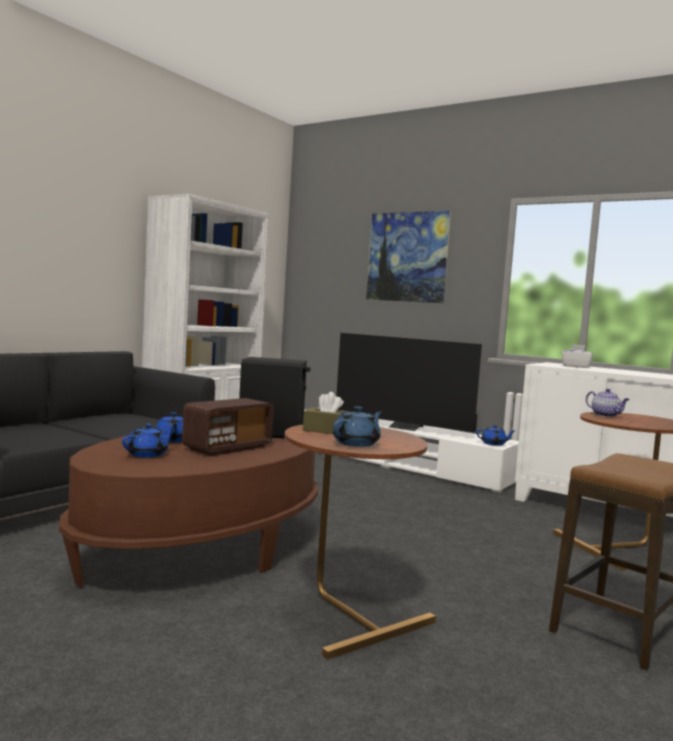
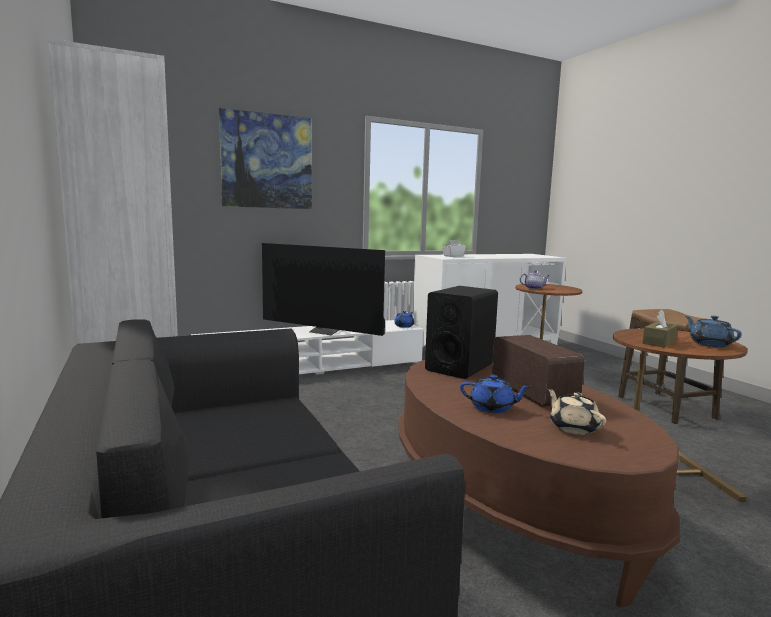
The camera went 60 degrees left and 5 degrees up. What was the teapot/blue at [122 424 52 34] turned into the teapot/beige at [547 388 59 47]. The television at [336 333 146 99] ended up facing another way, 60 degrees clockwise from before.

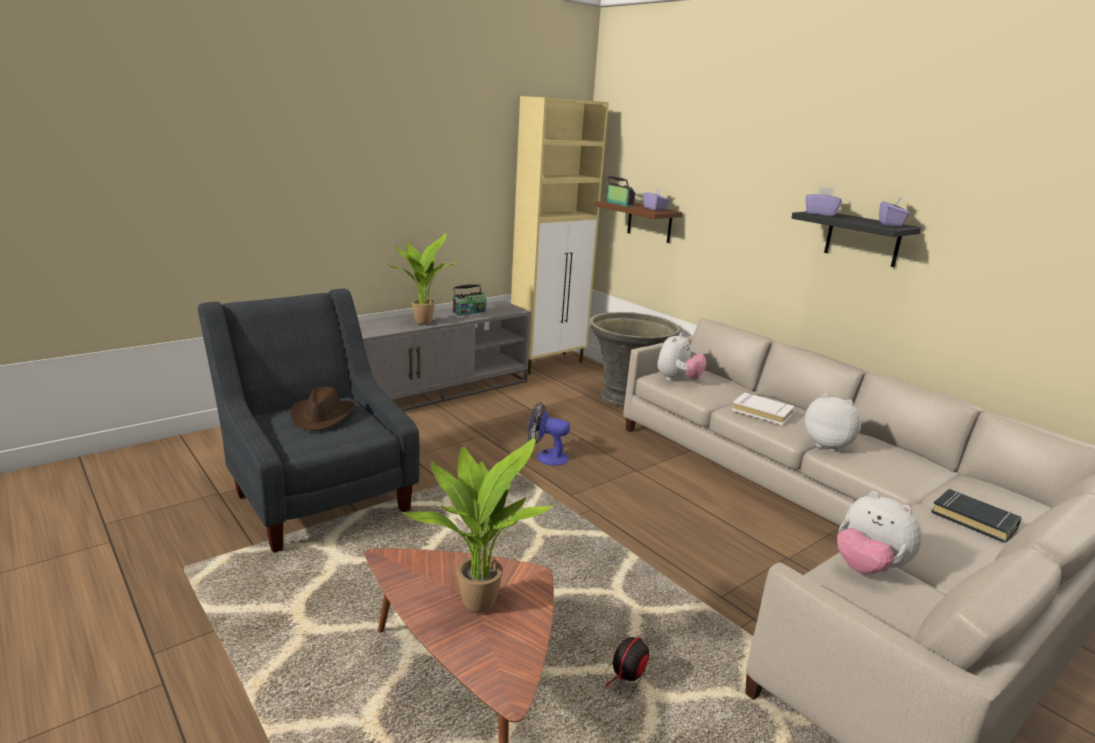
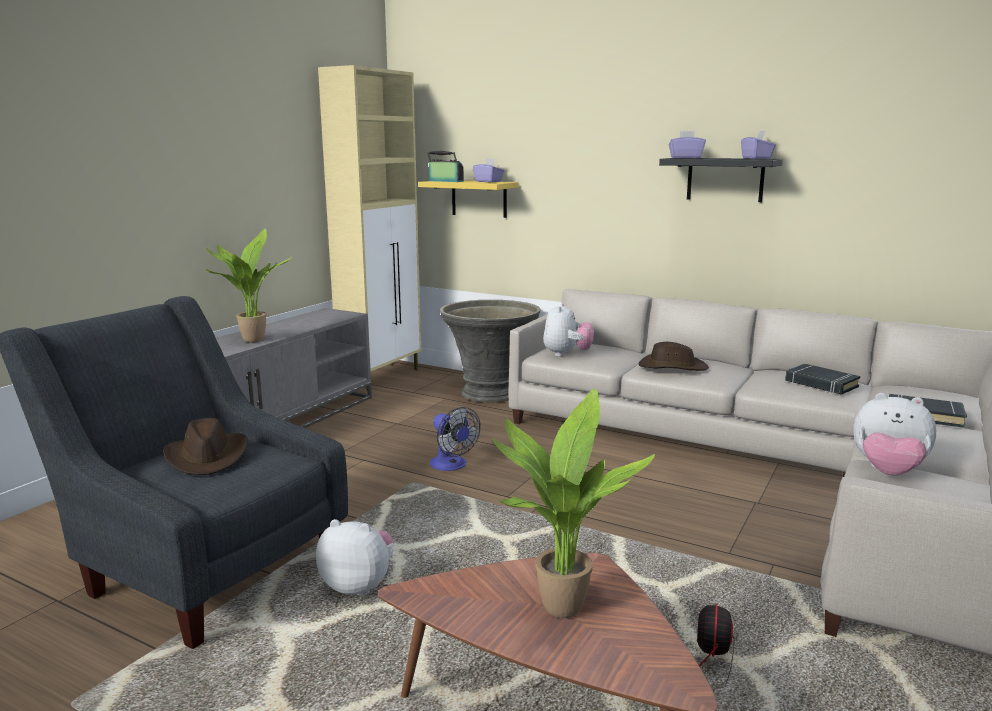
The camera went 20 degrees left and 5 degrees down. The second view lost the radio at [453 284 33 32]. The fan at [528 402 42 64] ended up facing another way, 120 degrees counterclockwise from before. What was the shelf/brown at [596 201 87 42] turned into the shelf/yellow at [418 181 100 37]. Where the book/white stood at [732 392 62 33], the hat/brown came to stand at [638 342 71 29]. The plush toy ended up elsewhere, having gone from [804 393 57 59] to [316 519 78 77]. The second view gained the book/black at [785 363 75 32].

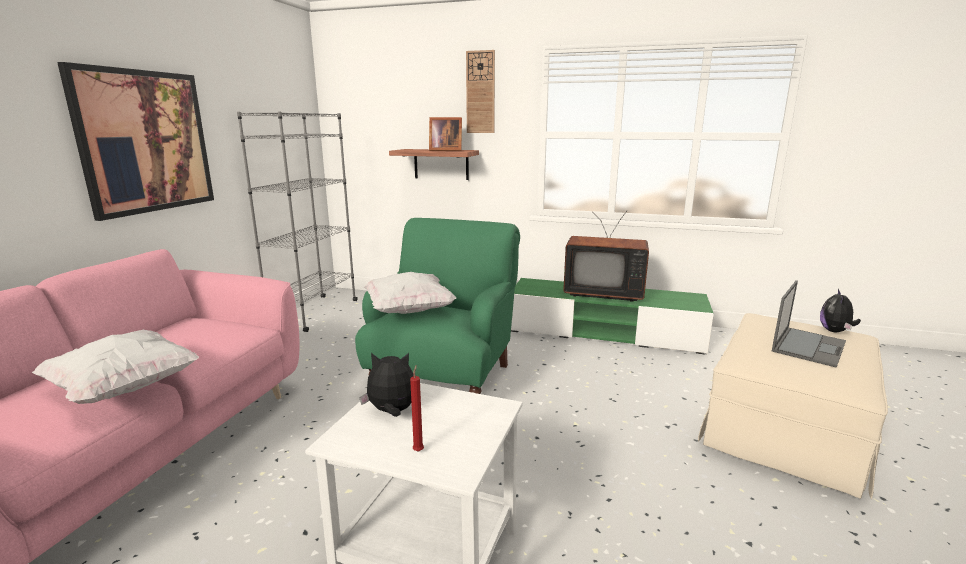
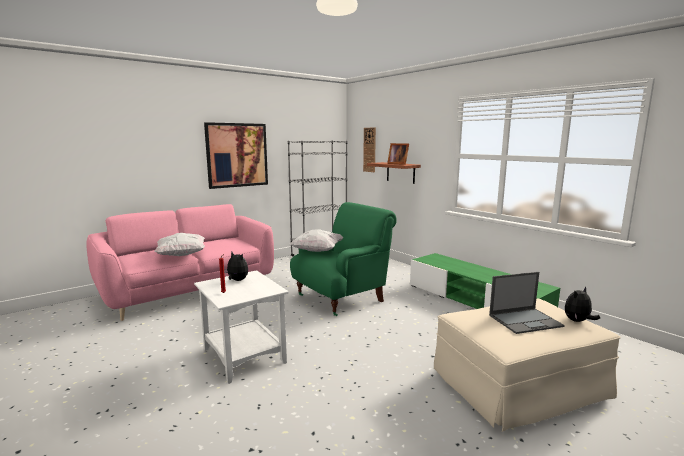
The camera went 35 degrees right and 5 degrees down. The wall clock ended up elsewhere, having gone from [466 50 29 83] to [363 127 13 45]. The second view lost the television at [563 210 86 92].

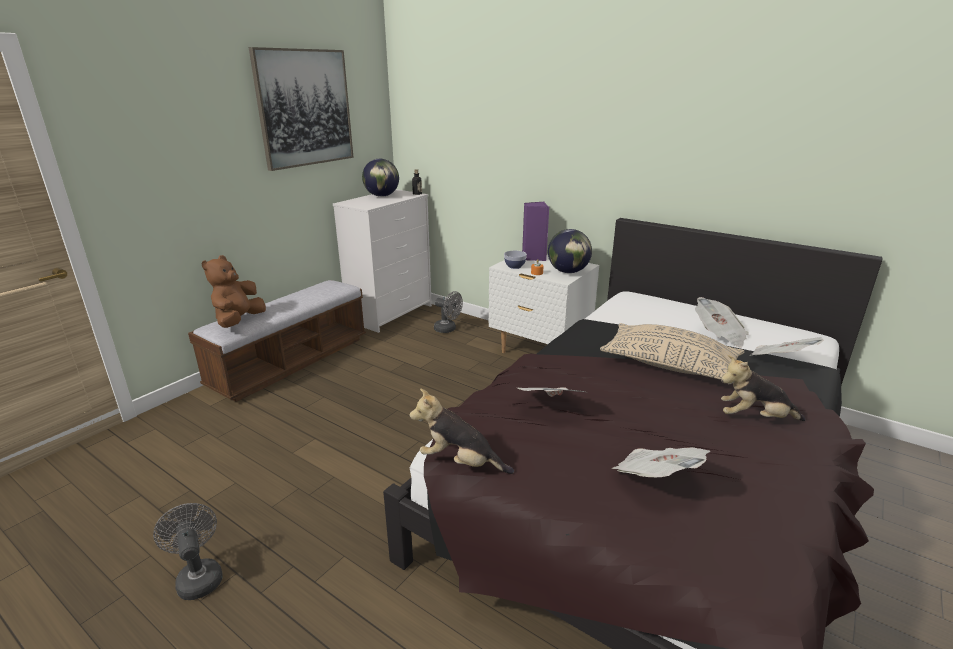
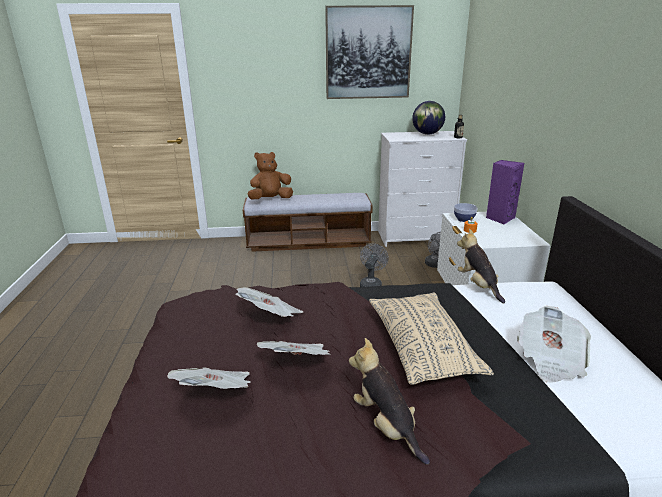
The camera went 50 degrees right and 0 degrees up. The fan/grey ended up elsewhere, having gone from [153 503 70 97] to [360 243 29 44]. The plush toy ended up elsewhere, having gone from [410 388 104 86] to [457 229 48 74]. The second view lost the globe at [548 229 44 44]. The newspaper ended up elsewhere, having gone from [749 337 75 19] to [257 341 74 14].

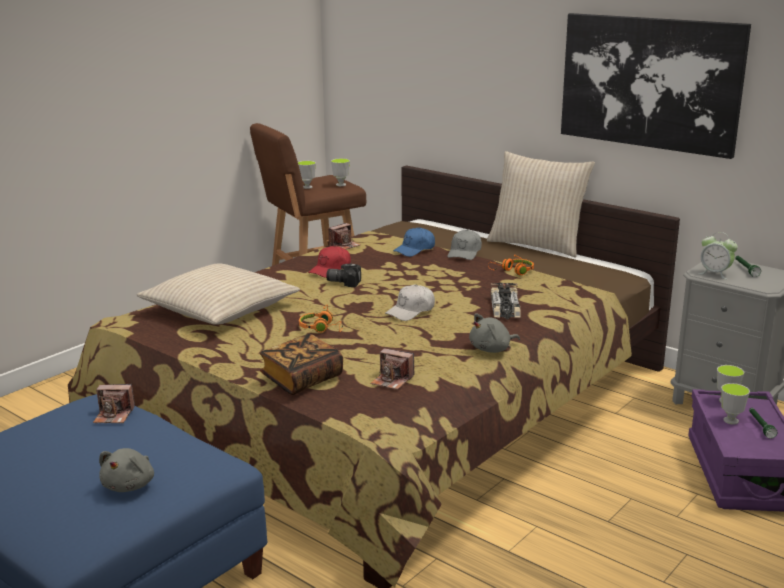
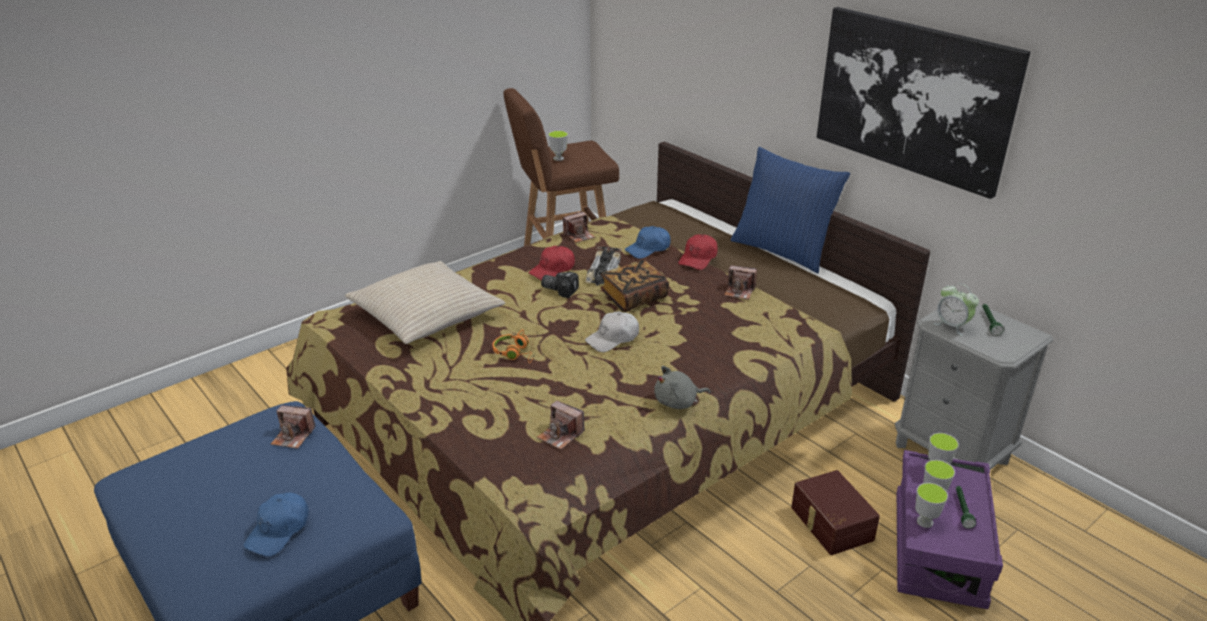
The camera went 10 degrees right and 10 degrees up. Where the plush toy/grey stood at [99 448 55 44], the cap/blue came to stand at [244 493 65 63]. The book ended up elsewhere, having gone from [259 334 84 61] to [600 260 69 52]. The cup ended up elsewhere, having gone from [331 158 19 28] to [915 483 33 45]. What was the cap/grey at [447 230 35 30] turned into the cap/red at [678 234 40 36]. What was the pillow/beige at [487 151 108 107] turned into the pillow/blue at [731 147 119 126]. Where the headphones/orange stood at [488 255 46 20], the photo camera came to stand at [724 265 33 35]. The toy car ended up elsewhere, having gone from [491 283 30 36] to [586 246 35 40]. The second view gained the storage box/brown at [791 470 89 85].

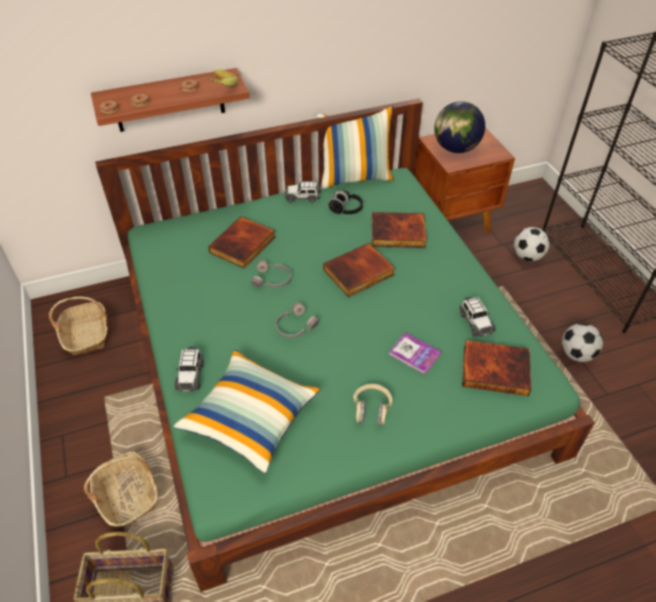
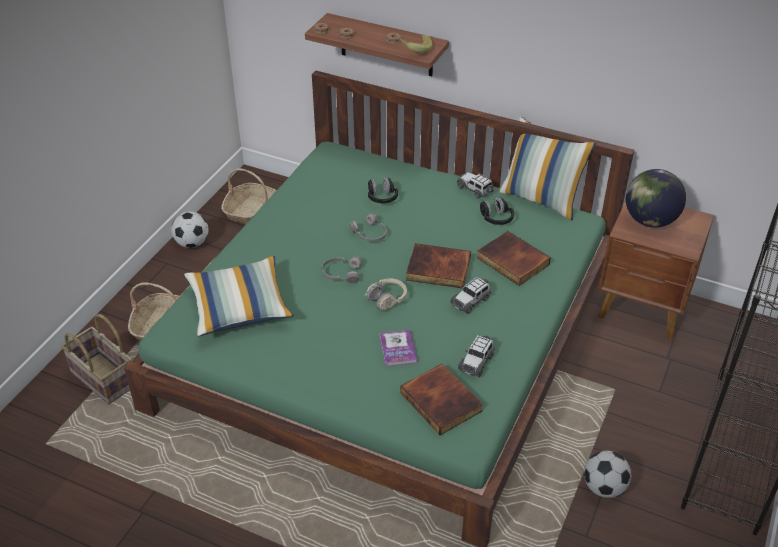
The camera went 45 degrees right and 5 degrees down. The toy car ended up elsewhere, having gone from [174 347 30 44] to [450 277 41 37]. Where the book stood at [208 216 67 53], the headphones/black came to stand at [368 177 30 26]. The headphones/beige ended up elsewhere, having gone from [353 384 39 42] to [365 278 42 32]. The football ended up elsewhere, having gone from [514 227 36 34] to [171 211 38 37].

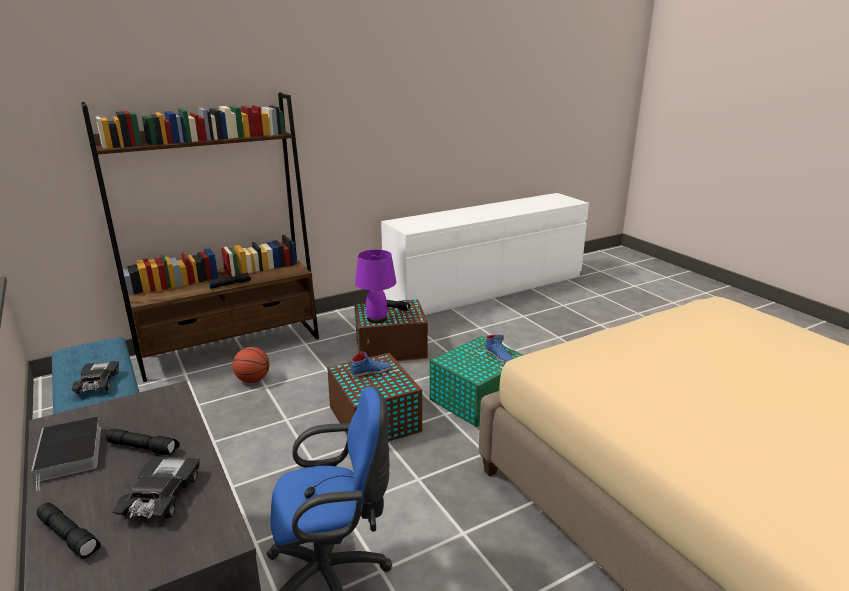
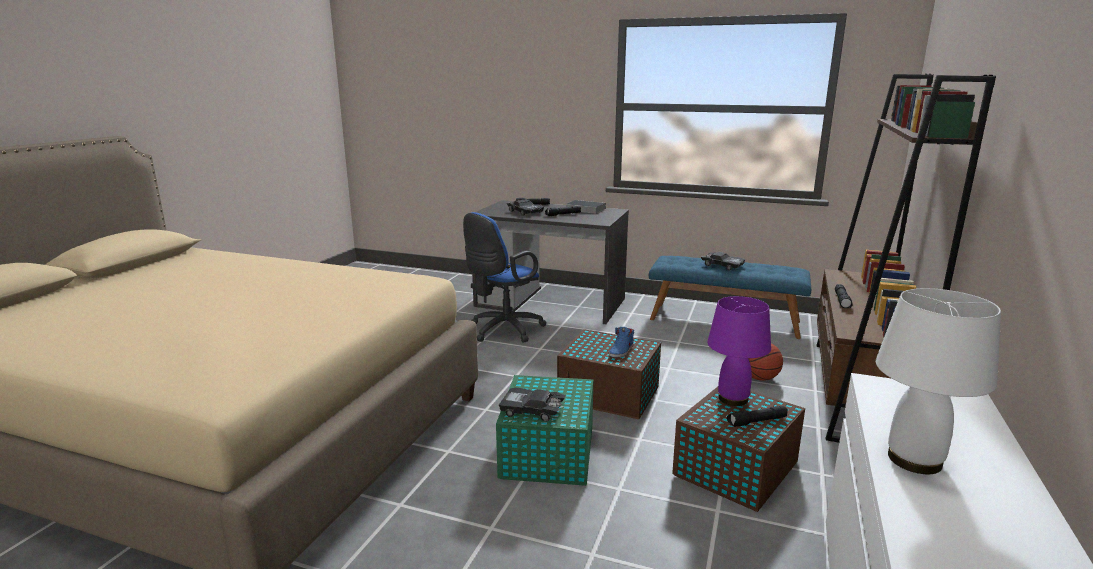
The camera went 140 degrees right and 5 degrees down. Where the shoe/blue stood at [485 335 28 28], the toy car/black came to stand at [499 388 67 34]. The second view gained the table lamp/white at [876 288 125 186].

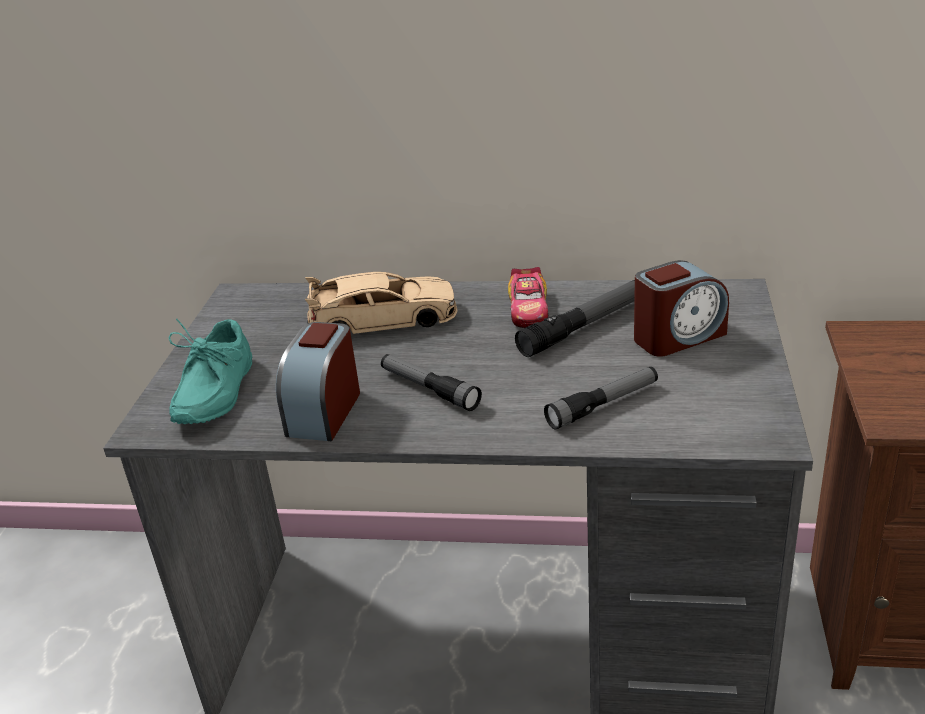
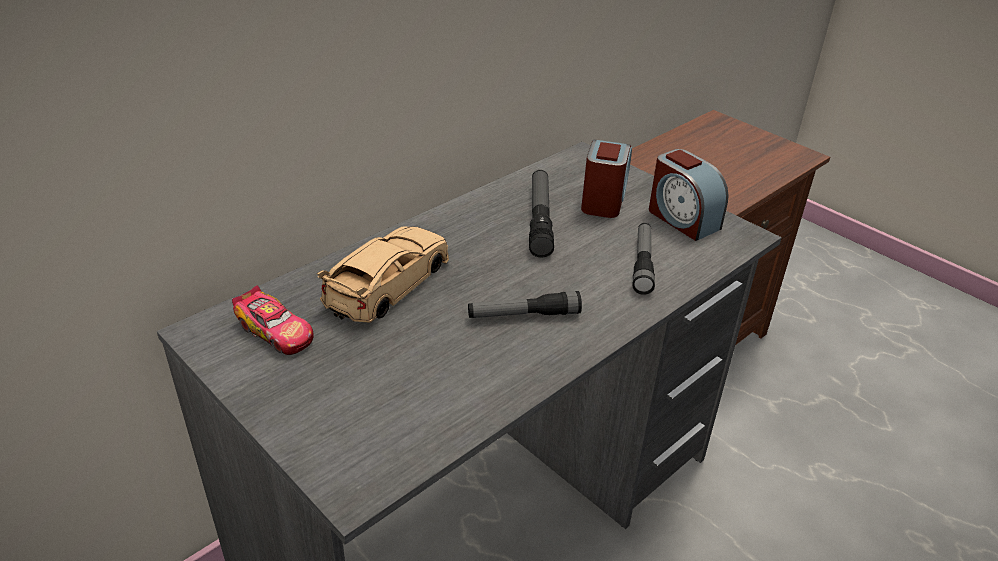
The camera went 55 degrees left and 5 degrees up. The second view lost the shoe/turquoise at [169 319 83 105]. The alarm clock ended up elsewhere, having gone from [276 322 84 119] to [649 149 80 92]. The toy car ended up elsewhere, having gone from [508 267 40 61] to [232 286 82 69].

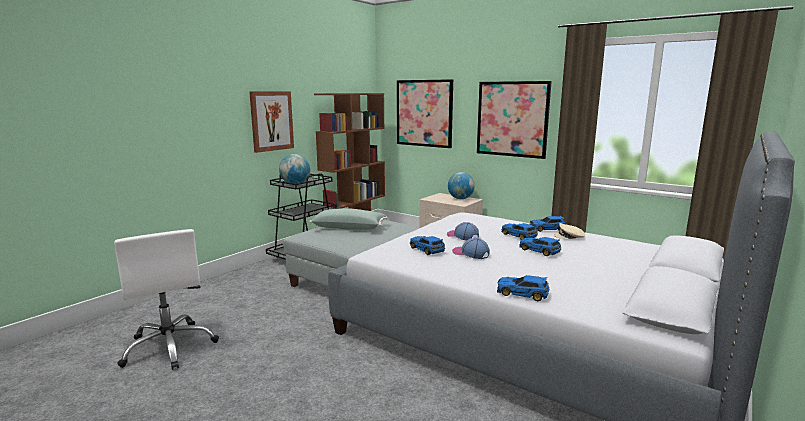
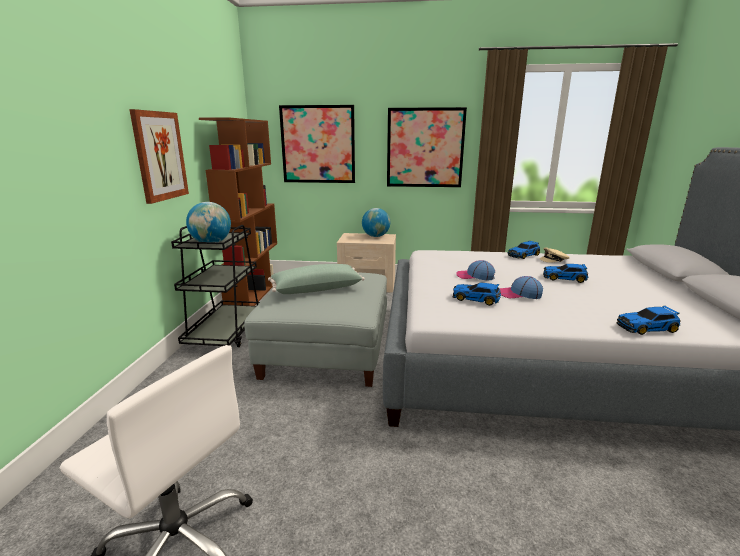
The camera went 30 degrees left and 5 degrees up. The second view lost the toy car at [501 223 37 16].

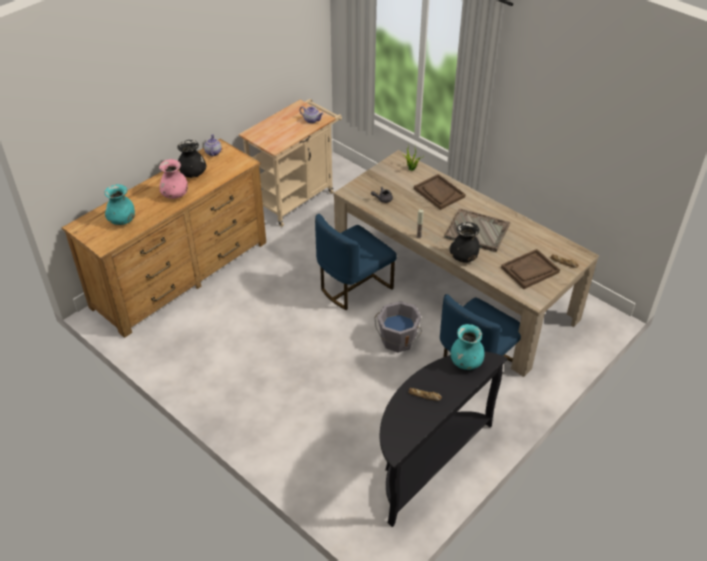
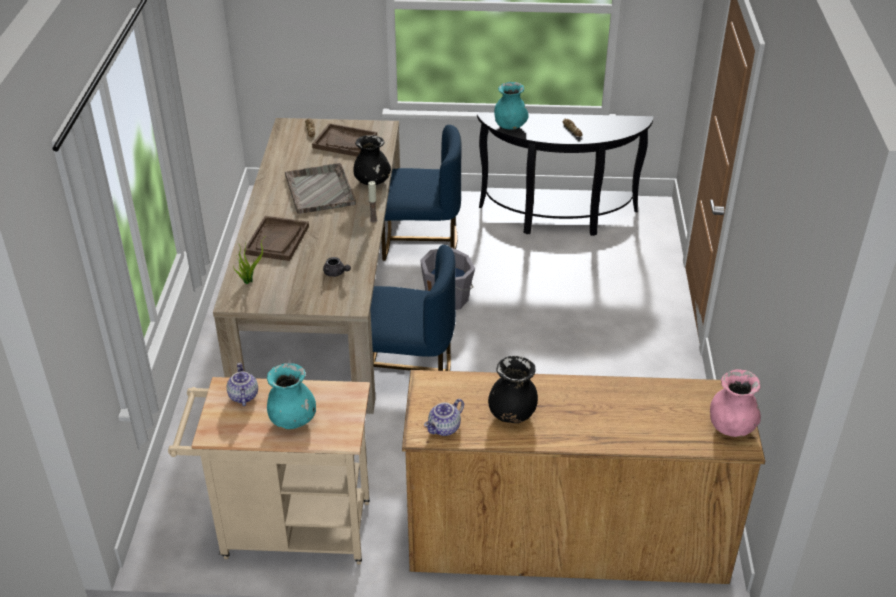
The camera went 130 degrees left and 5 degrees down. The vase/turquoise ended up elsewhere, having gone from [104 184 31 41] to [267 363 49 66]. The vase/pink ended up elsewhere, having gone from [159 159 29 40] to [710 369 51 68].

